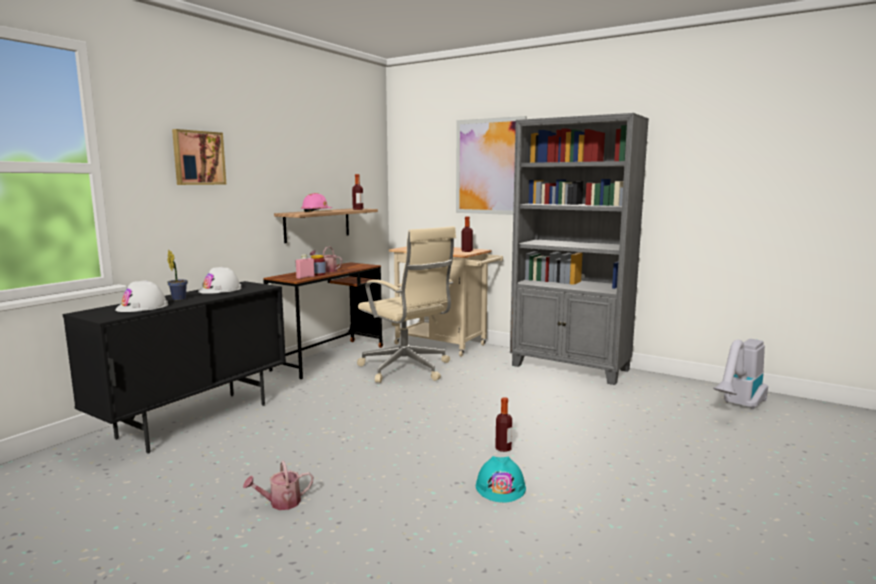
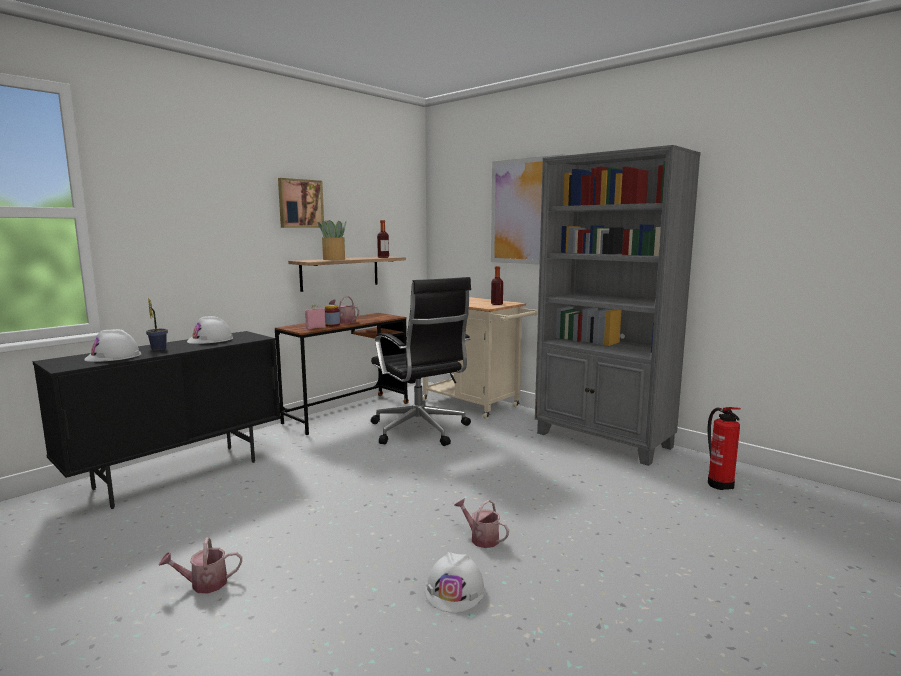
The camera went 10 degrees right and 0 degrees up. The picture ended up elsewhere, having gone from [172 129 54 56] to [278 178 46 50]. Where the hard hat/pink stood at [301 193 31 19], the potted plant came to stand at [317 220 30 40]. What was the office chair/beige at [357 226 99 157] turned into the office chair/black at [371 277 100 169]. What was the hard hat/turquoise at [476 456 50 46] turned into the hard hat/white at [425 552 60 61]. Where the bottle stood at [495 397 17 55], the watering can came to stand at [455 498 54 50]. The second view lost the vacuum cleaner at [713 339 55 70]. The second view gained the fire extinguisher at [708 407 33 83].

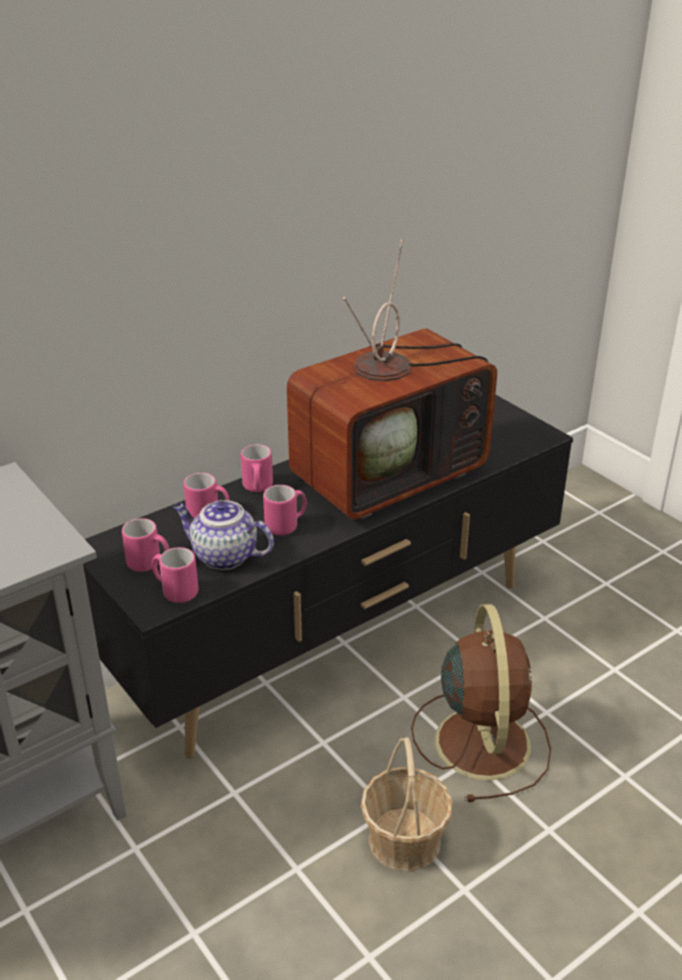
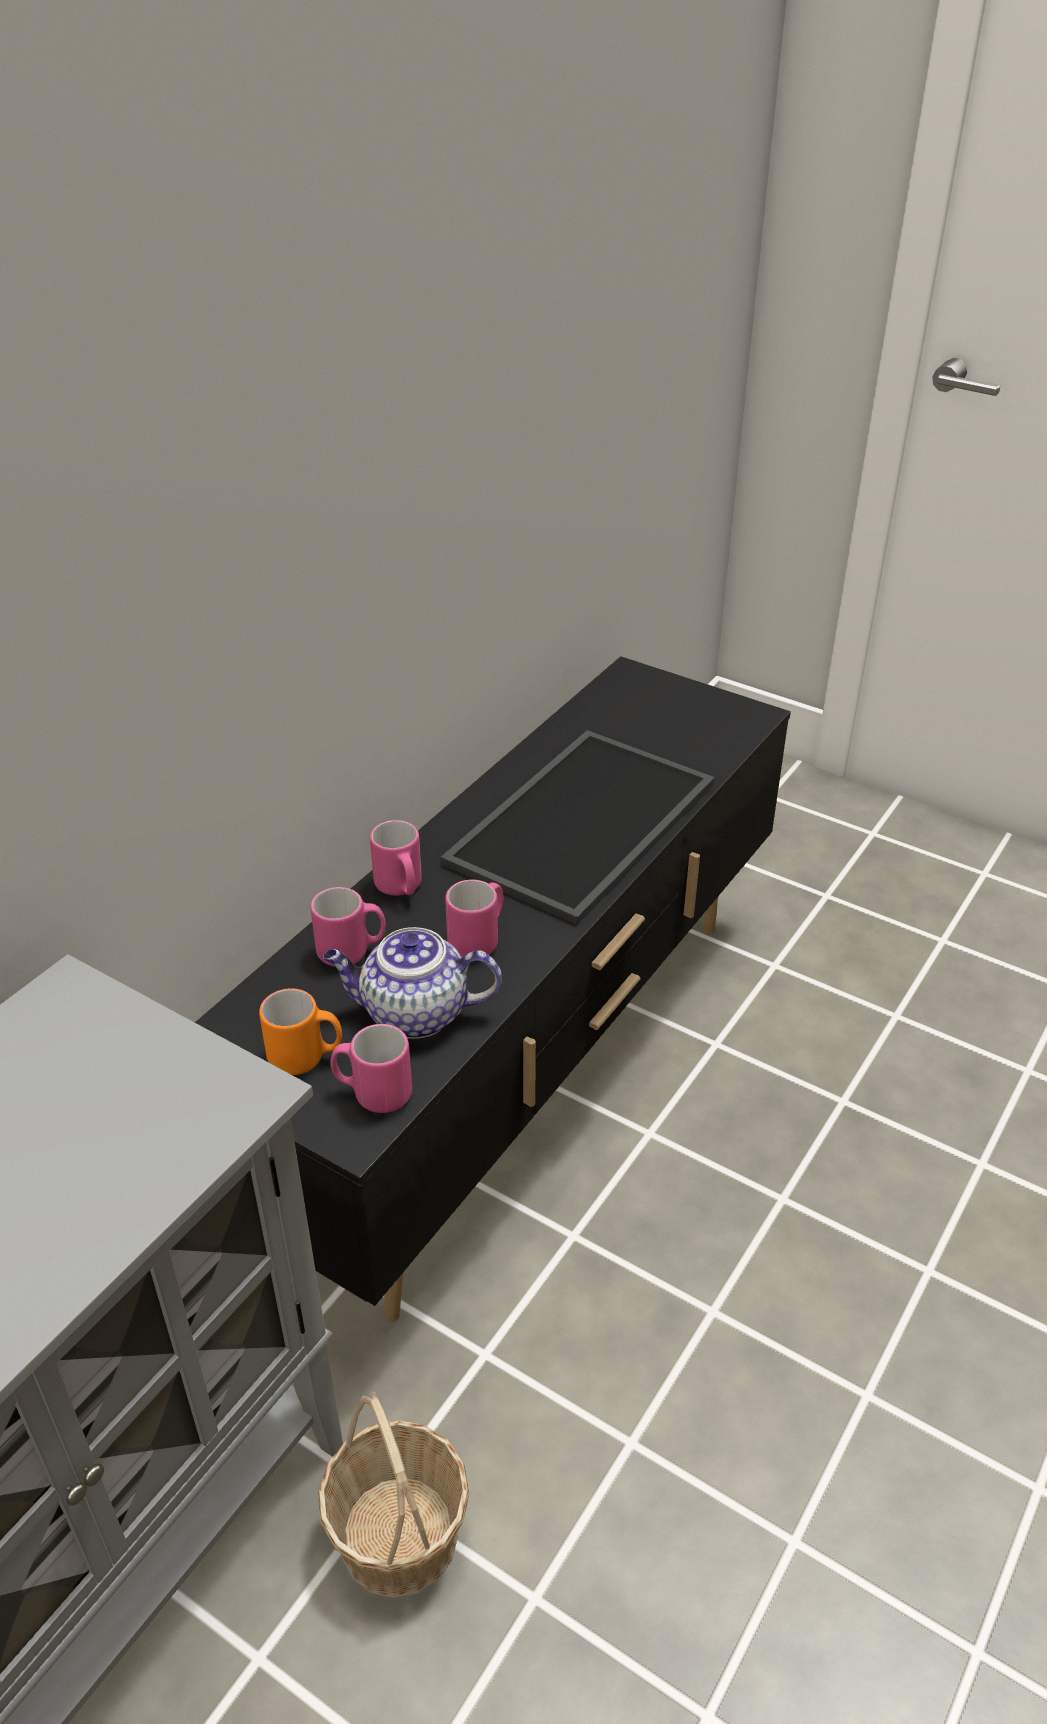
The camera went 20 degrees left and 5 degrees up. What was the mug/pink at [122 518 47 54] turned into the mug/orange at [259 988 83 87]. Where the television stood at [287 239 210 280], the tray came to stand at [441 730 274 195]. The basket ended up elsewhere, having gone from [361 737 92 135] to [318 1392 152 206]. The second view lost the fan/brown at [411 604 140 198].

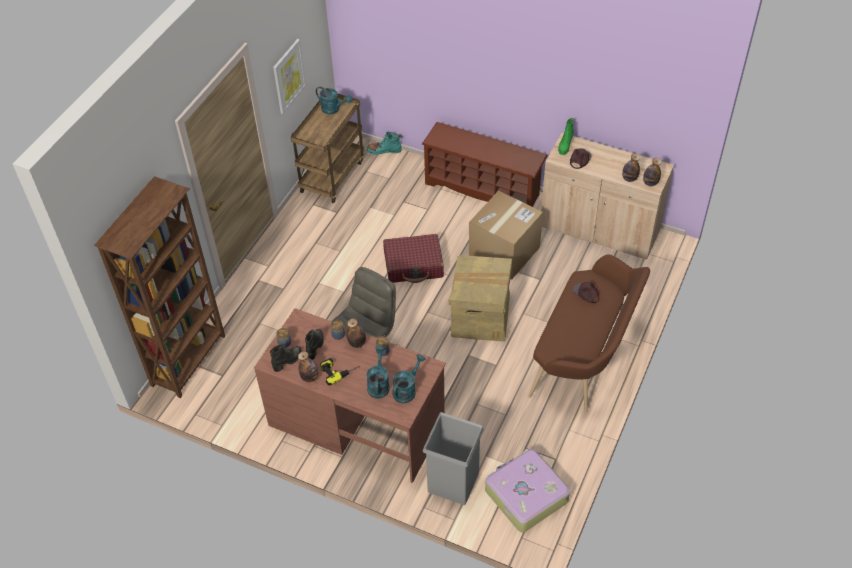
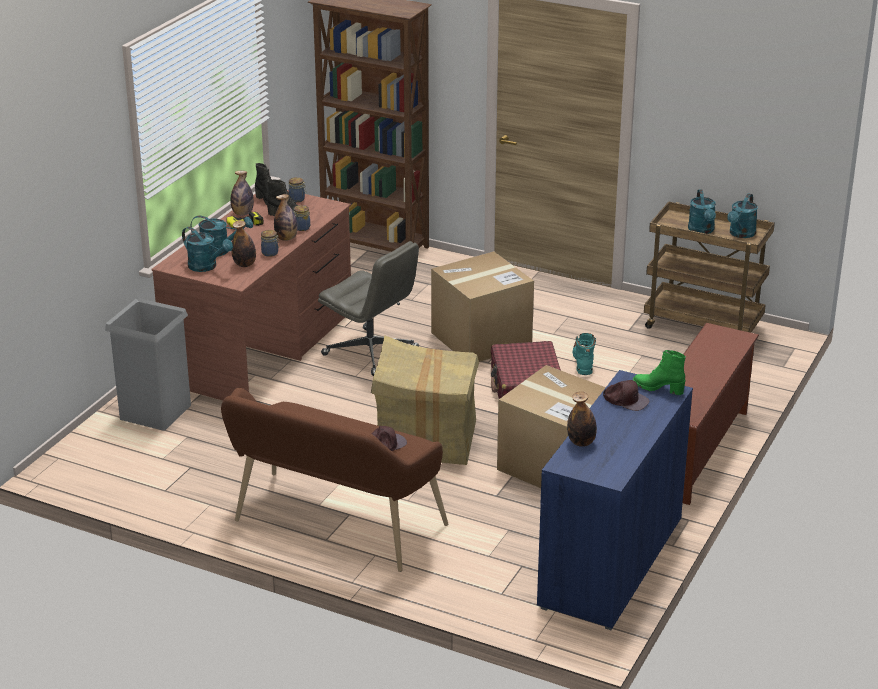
The camera went 90 degrees right and 20 degrees down. The second view lost the picture at [273 39 33 75]. The boot/turquoise ended up elsewhere, having gone from [366 131 36 24] to [573 333 23 42]. The second view lost the suitcase at [485 449 85 83]. What was the cabinet/beige at [541 133 133 127] turned into the cabinet/blue at [537 370 156 260]. The bottle ended up elsewhere, having gone from [643 158 19 29] to [231 220 25 47]. The second view gained the cardboard box at [431 251 103 111]. The second view gained the watering can/turquoise at [688 189 28 45].

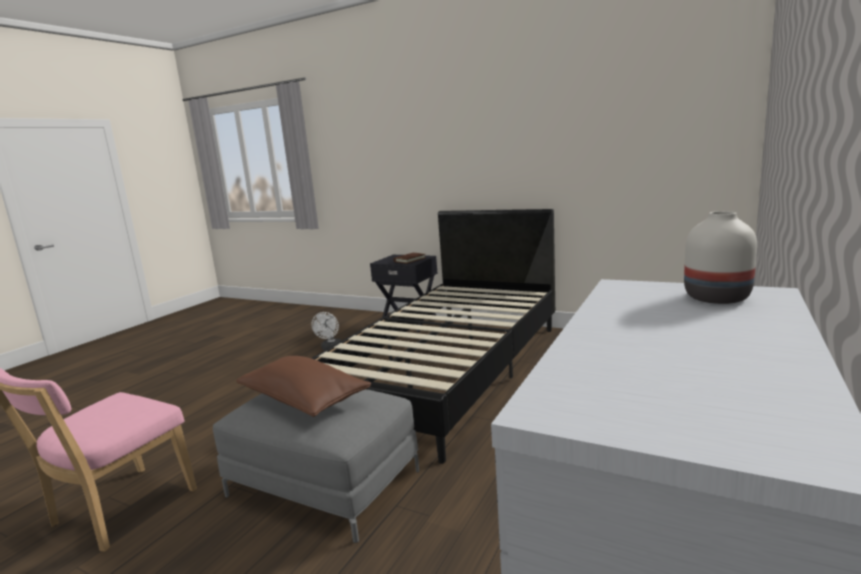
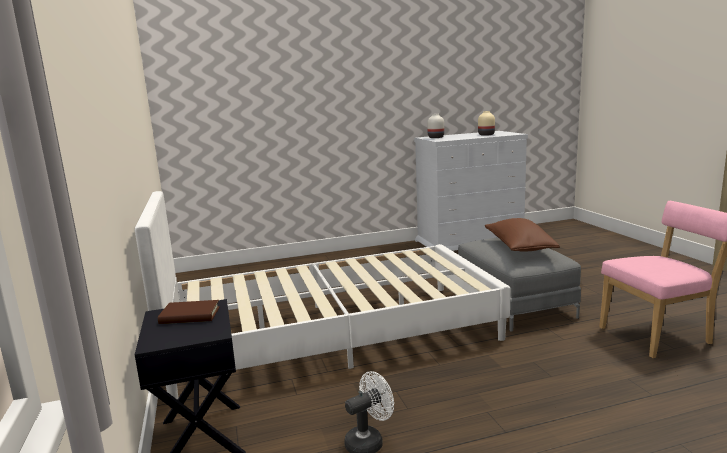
The camera went 135 degrees left and 0 degrees up. What was the bed/black at [312 209 243 255] turned into the bed/white at [135 191 376 209]. The second view gained the vase/beige at [478 111 17 25].

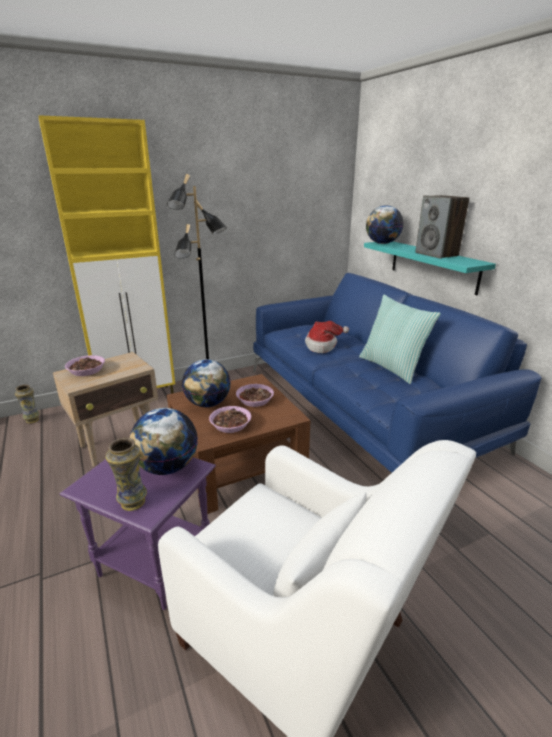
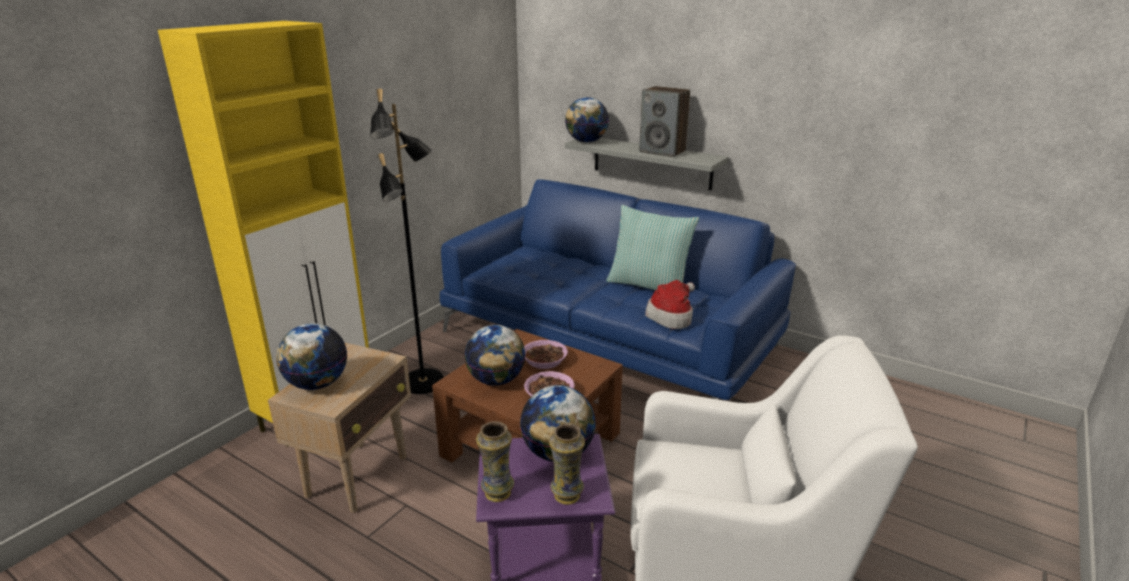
The camera went 30 degrees left and 0 degrees up. The vase ended up elsewhere, having gone from [15 385 25 38] to [476 421 38 81]. Where the bowl stood at [65 355 40 21], the globe came to stand at [277 323 70 67]. The hat ended up elsewhere, having gone from [305 321 44 32] to [646 280 49 49]. What was the shelf/turquoise at [364 241 132 54] turned into the shelf/grey at [565 138 163 53].

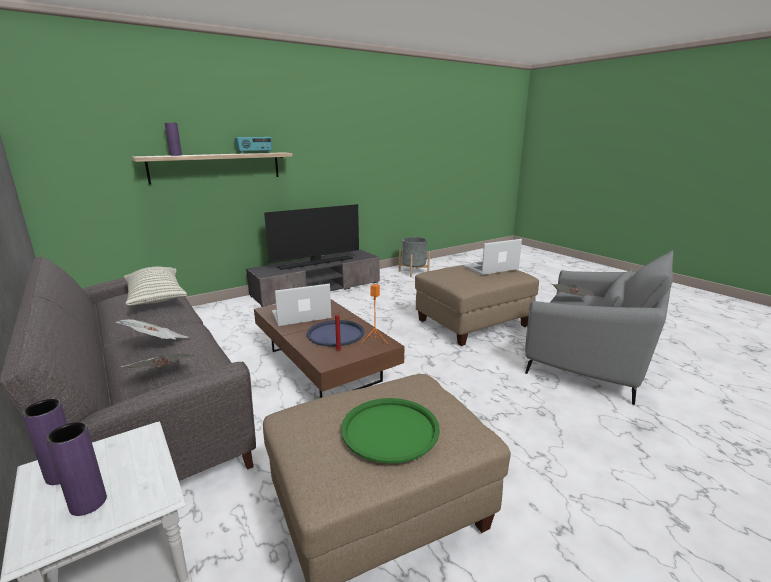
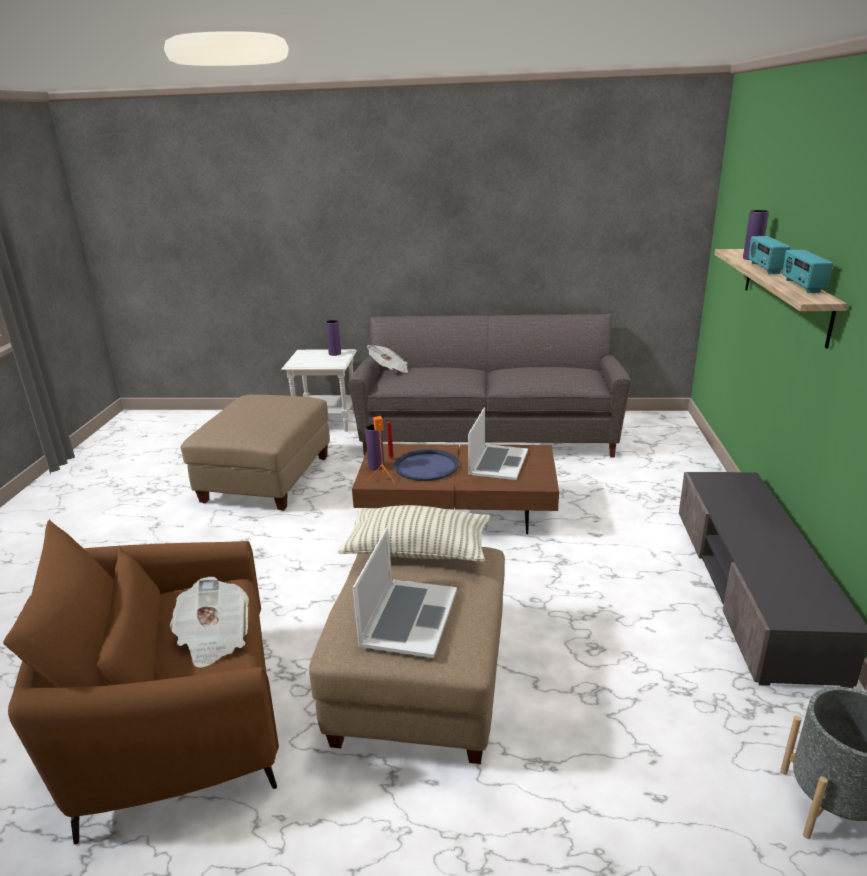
The camera went 130 degrees right and 5 degrees up. The vase/purple ended up elsewhere, having gone from [46 422 61 94] to [365 424 19 46]. The second view lost the newspaper at [116 319 73 20]. The pillow ended up elsewhere, having gone from [124 267 64 39] to [338 505 152 57]. The second view lost the television at [264 204 95 66]. The second view lost the tray/green at [341 398 99 66]. What was the armchair/grey at [525 250 149 155] turned into the armchair/brown at [3 520 276 325]. The second view gained the radio at [749 236 42 38].

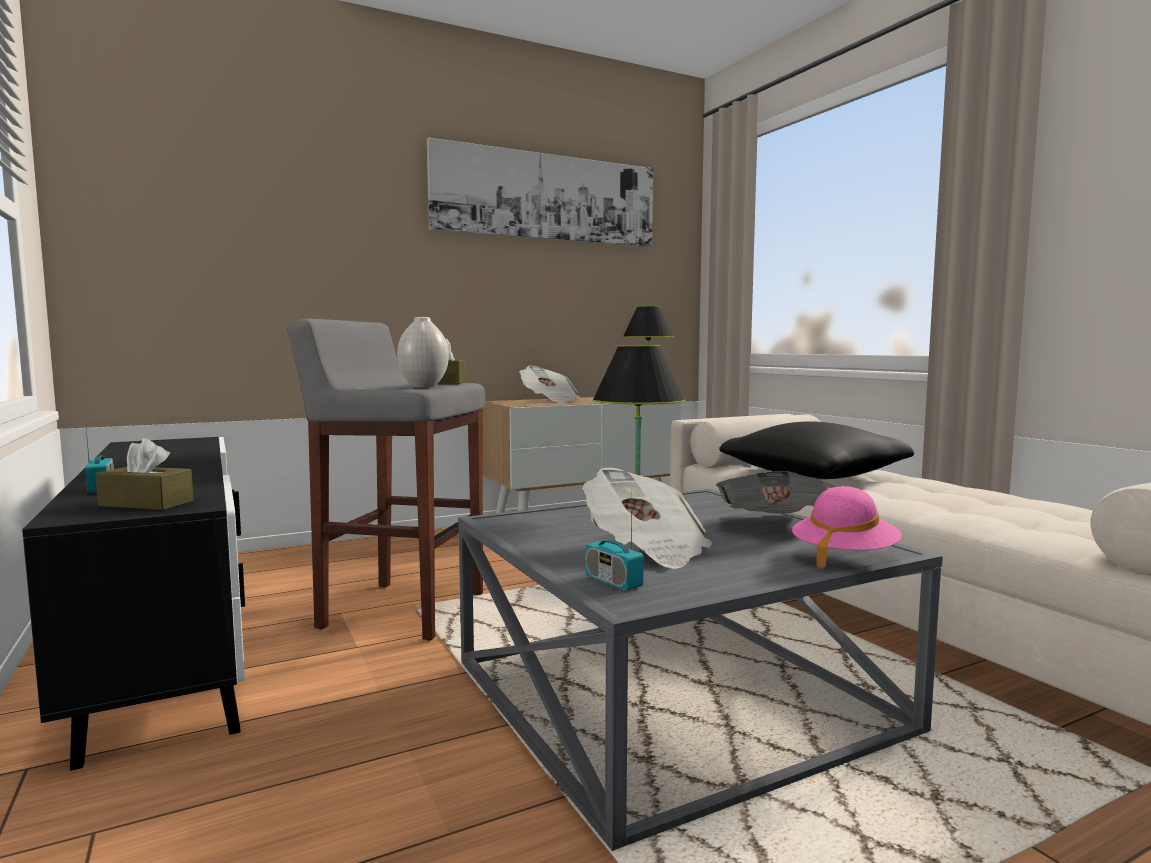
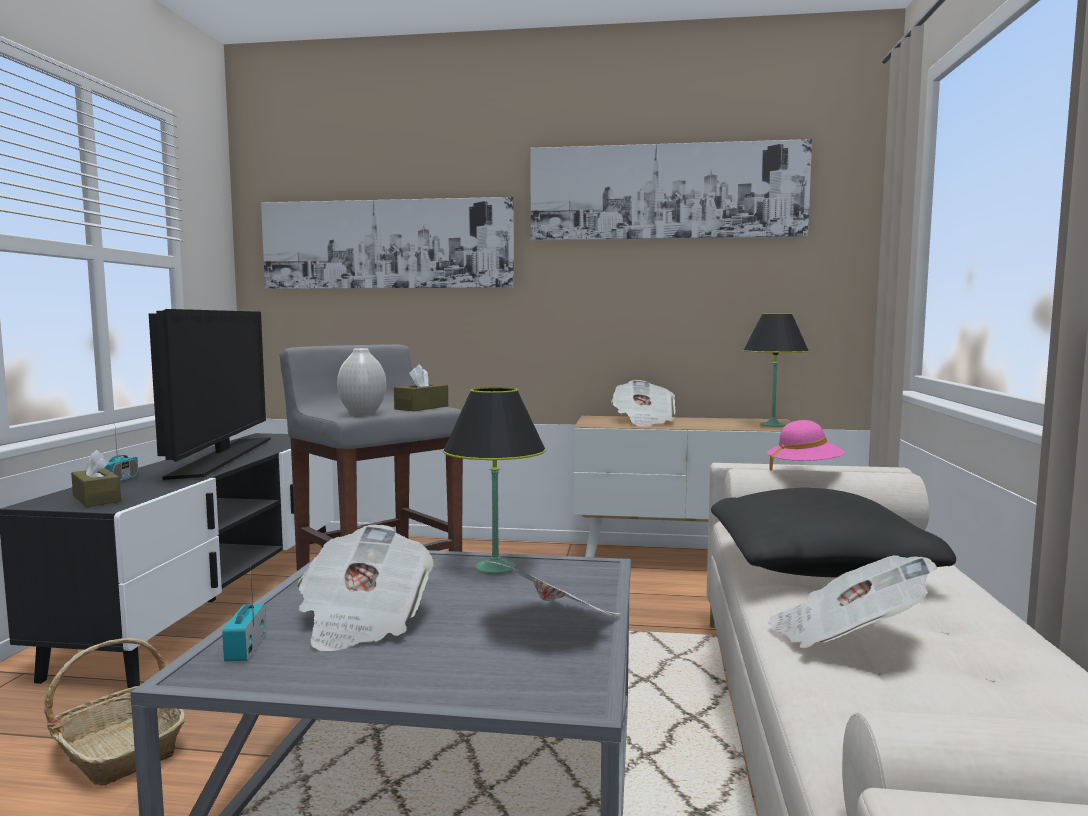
The camera went 35 degrees right and 0 degrees up. The hat/pink ended up elsewhere, having gone from [792 486 110 83] to [767 420 78 51]. The second view gained the basket at [44 638 141 147]. The second view gained the television at [149 309 122 171]. The second view gained the picture at [261 197 254 92]. The second view gained the newspaper at [768 555 169 93].

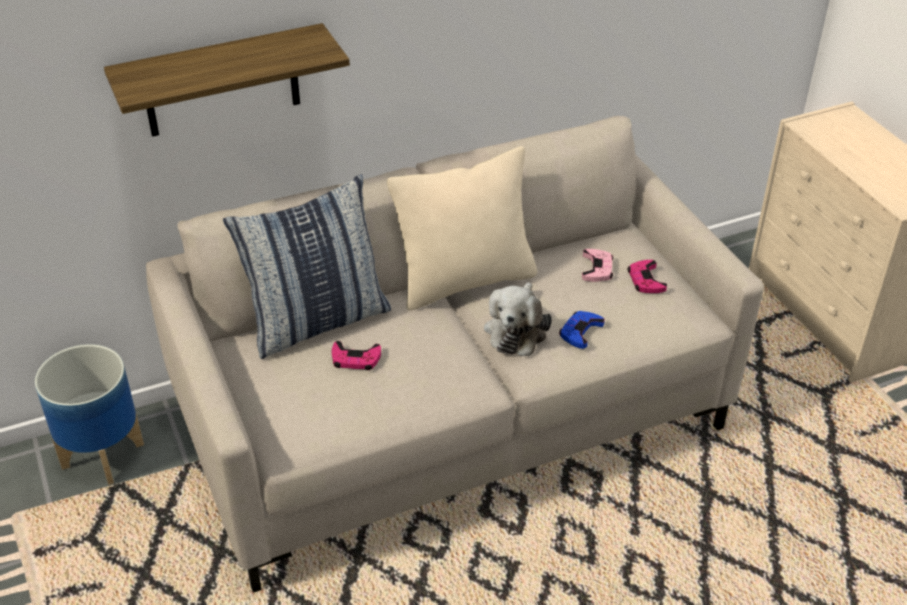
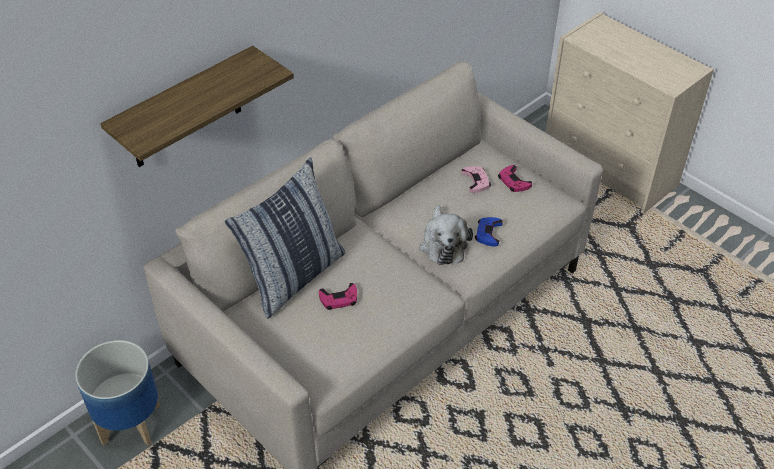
The camera went 20 degrees left and 5 degrees up. The second view lost the pillow/beige at [387 146 150 164].

